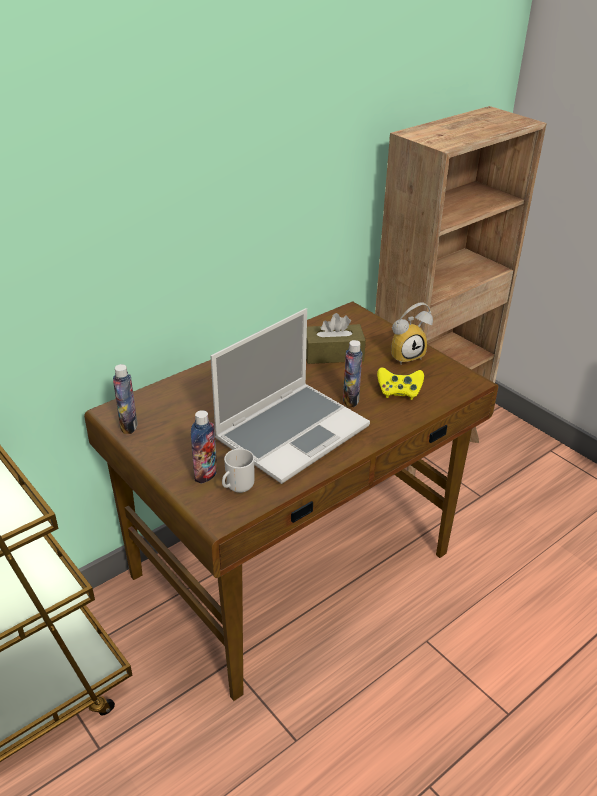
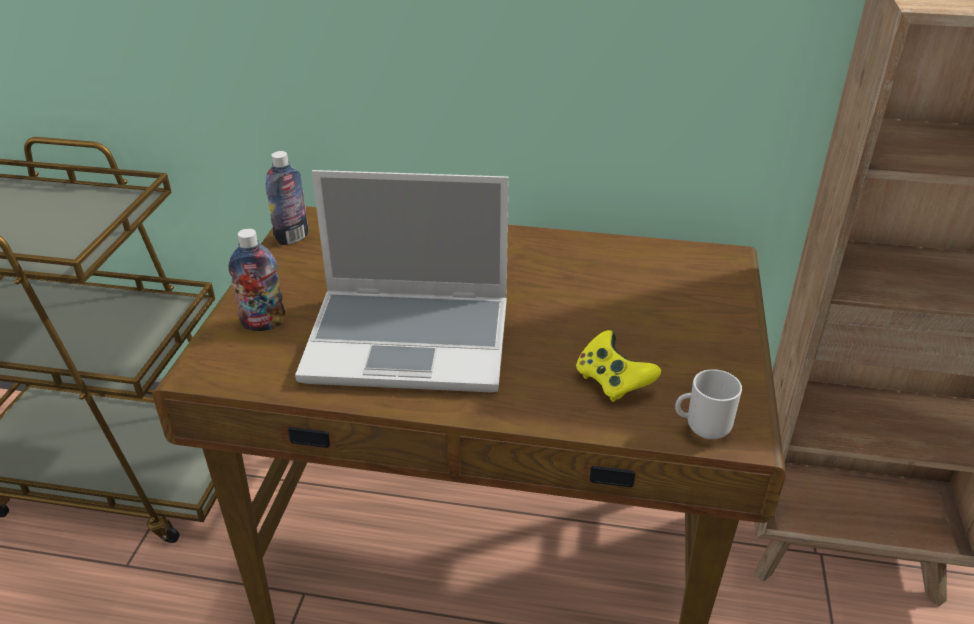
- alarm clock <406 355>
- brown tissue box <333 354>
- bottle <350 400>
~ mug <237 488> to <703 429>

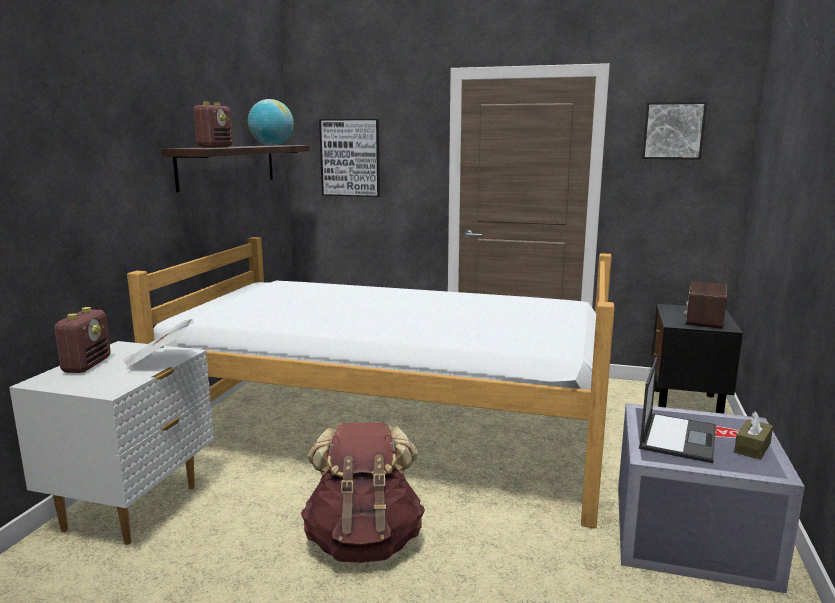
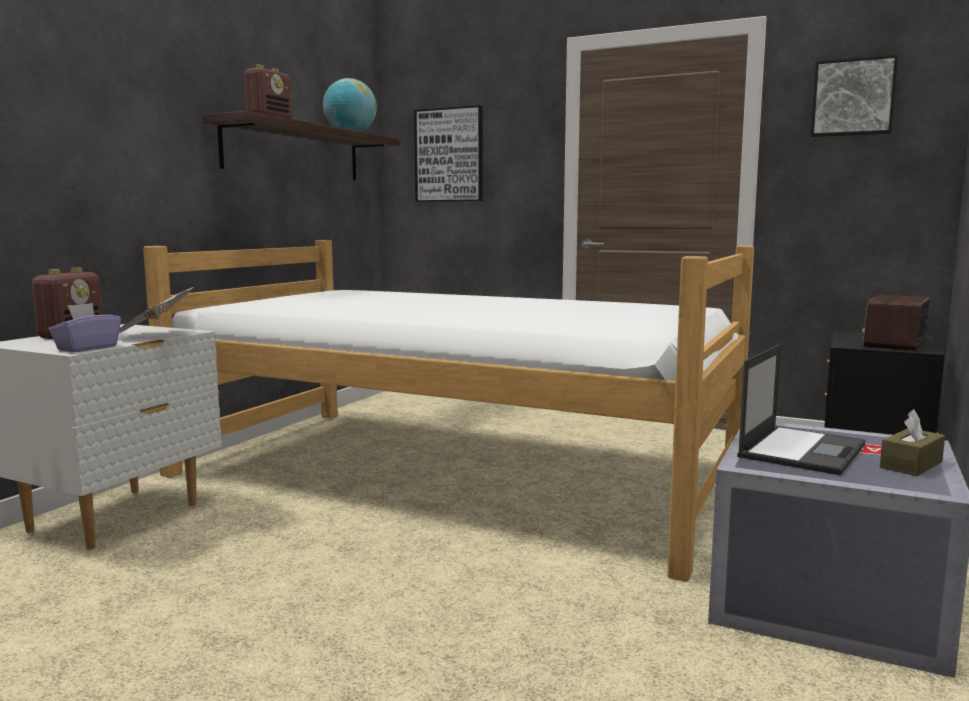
- brown backpack <364 542>
+ purple tissue box <87 348>

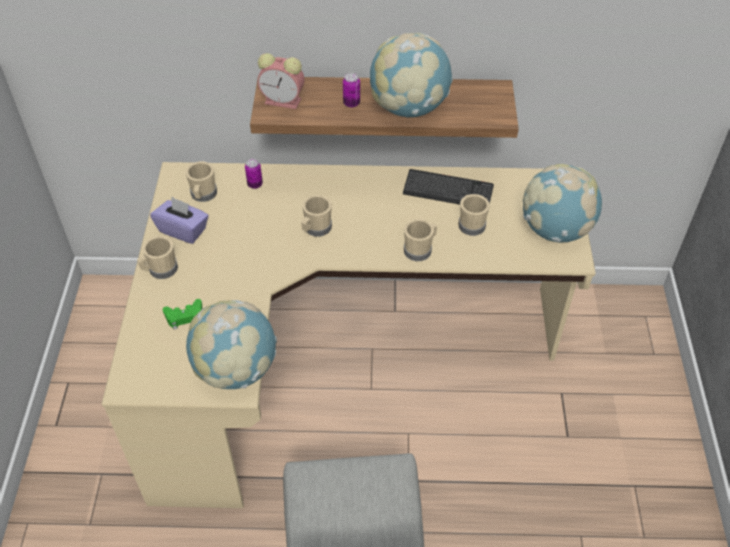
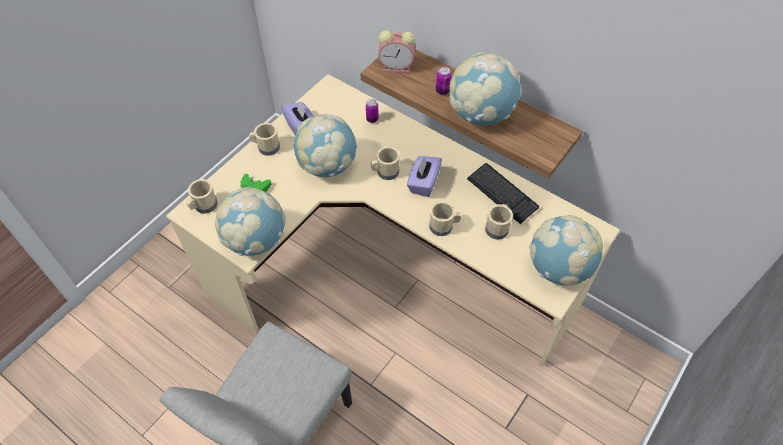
~ alarm clock <284 101> = <397 67> 45 degrees counterclockwise
~ beige mug <203 195> to <204 206>
+ globe <327 166>
+ purple tissue box <423 183>

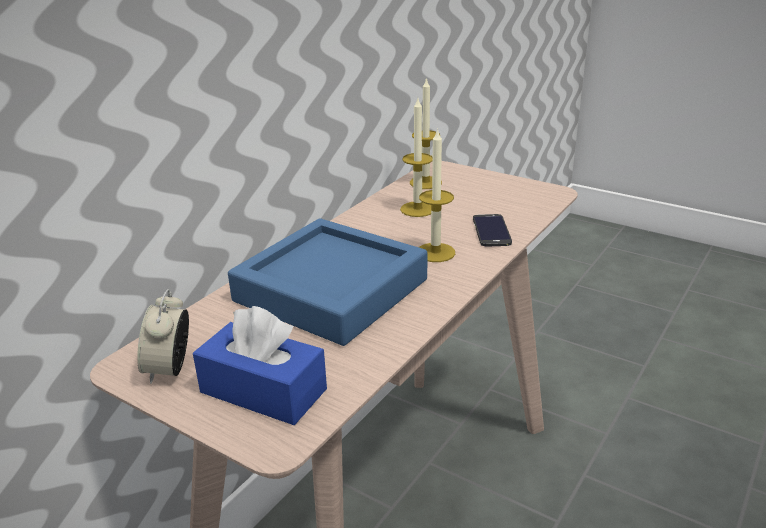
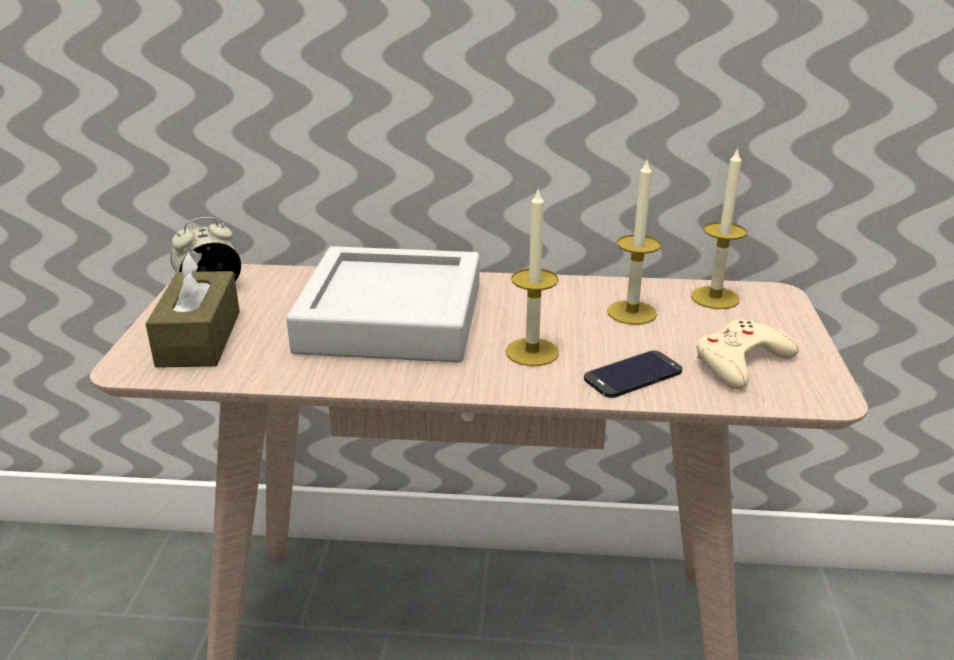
~ blue tray <331 290> to grey tray <391 318>
~ blue tissue box <263 391> to brown tissue box <199 338>
+ beige game controller <740 362>

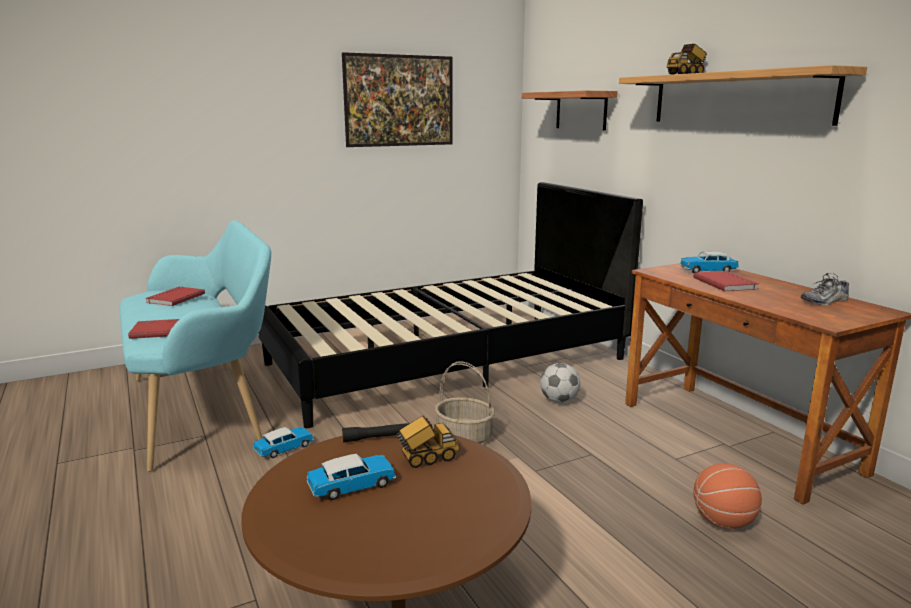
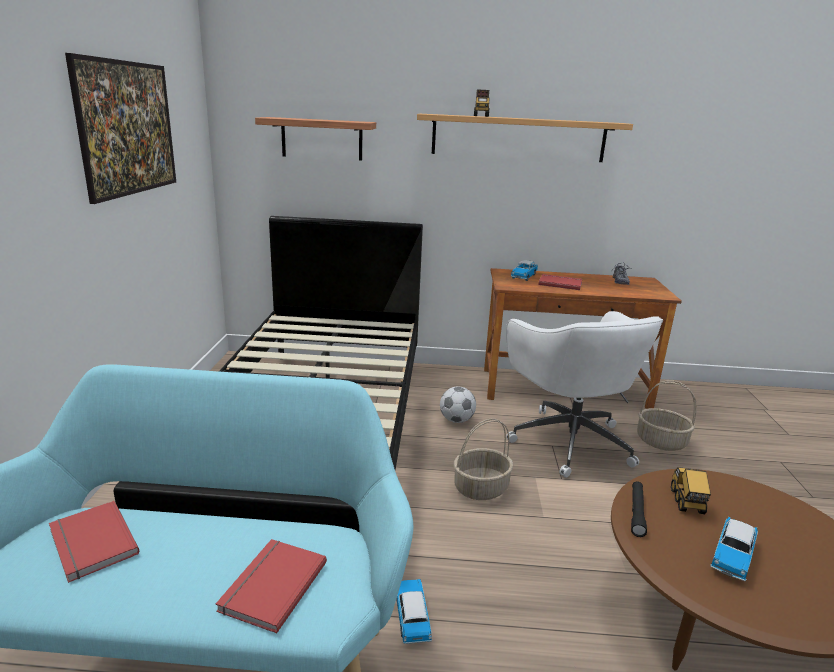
~ toy car <352 486> = <732 557> 150 degrees counterclockwise
~ basketball <723 522> to basket <661 441>
+ white office chair <568 440>

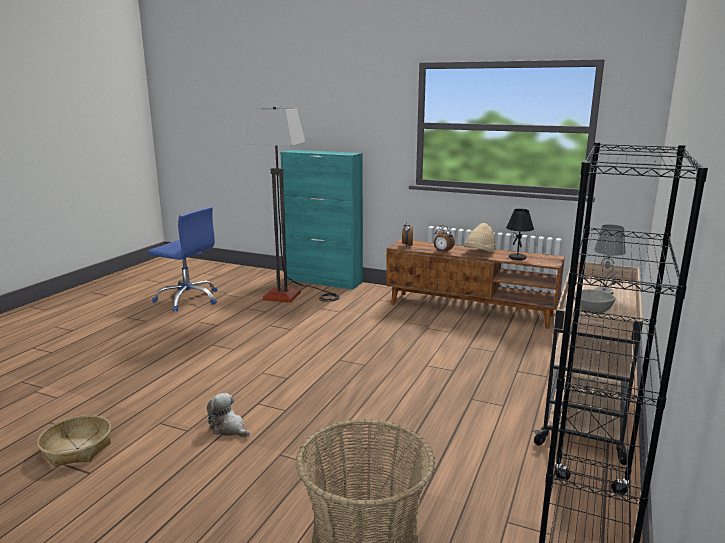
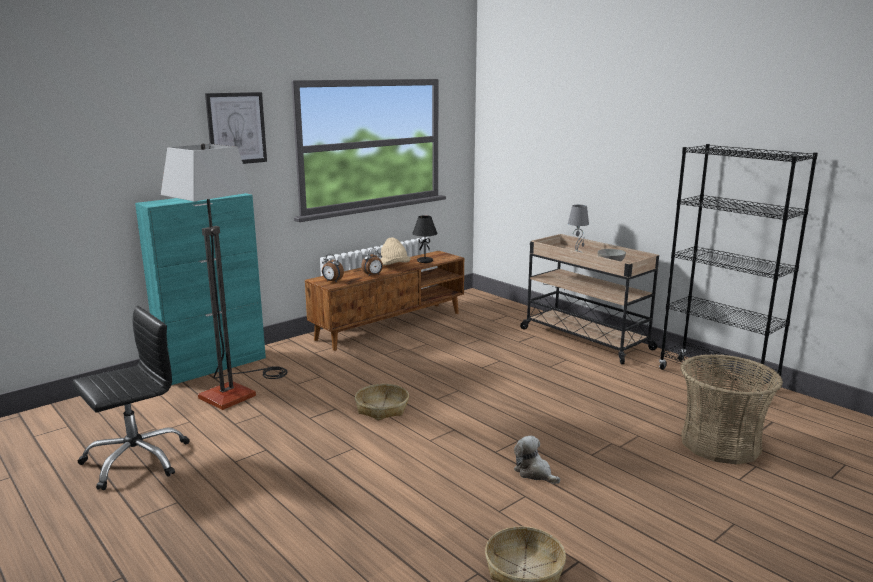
~ blue office chair <188 299> to black office chair <136 460>
~ plush toy <229 428> = <534 473> 75 degrees clockwise
+ picture <236 128>
+ basket <382 408>

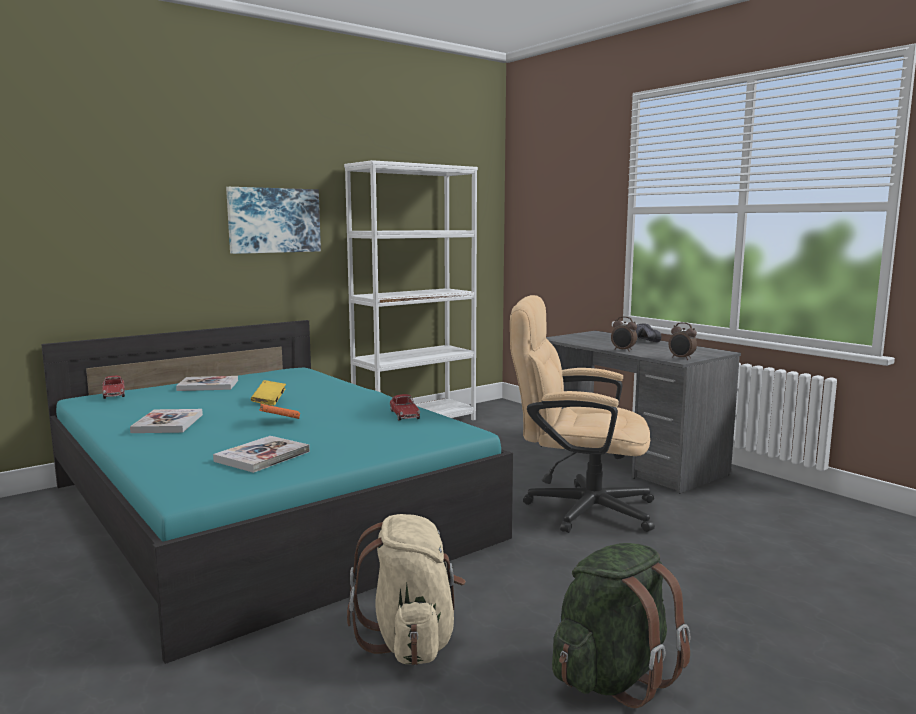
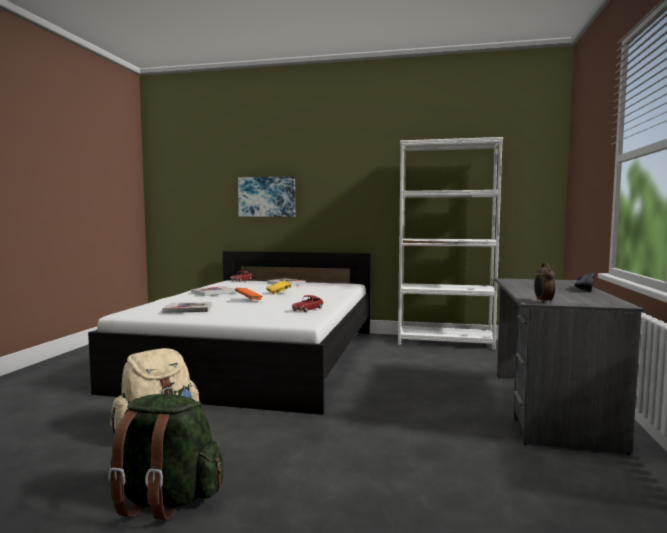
~ picture <274 220> to <267 197>
- beige office chair <577 508>
- alarm clock <623 350>
~ turquoise bed <263 510> to white bed <259 357>

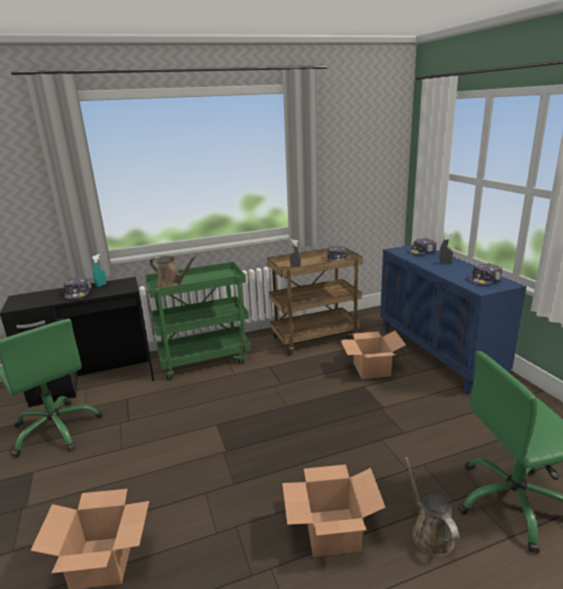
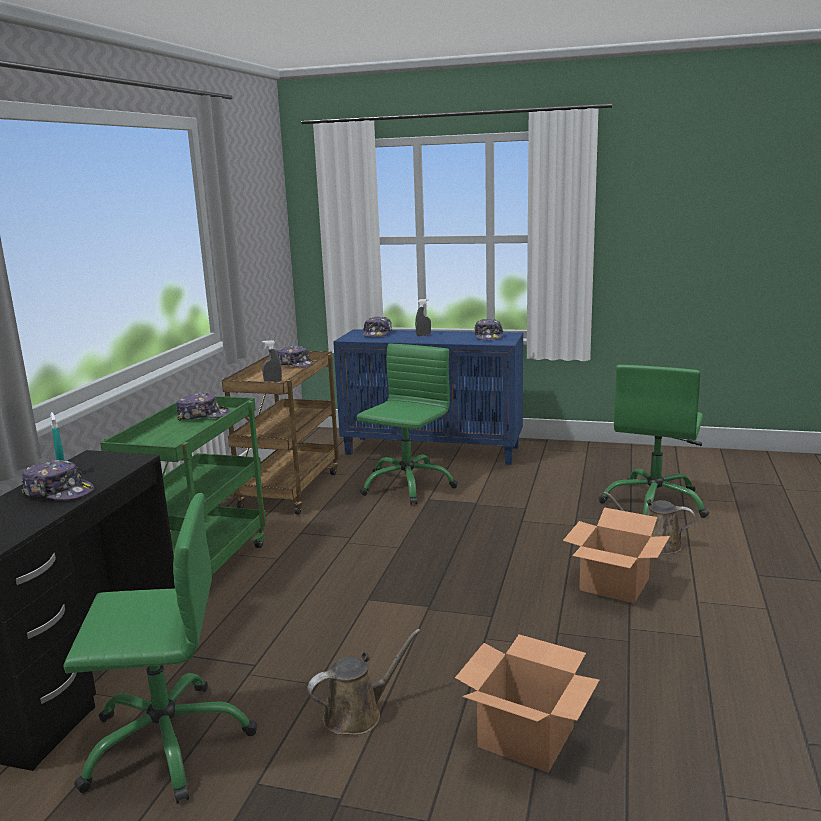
~ brown watering can <172 284> to <358 714>
~ cardboard box <372 369> to green office chair <407 485>
+ cap <203 415>

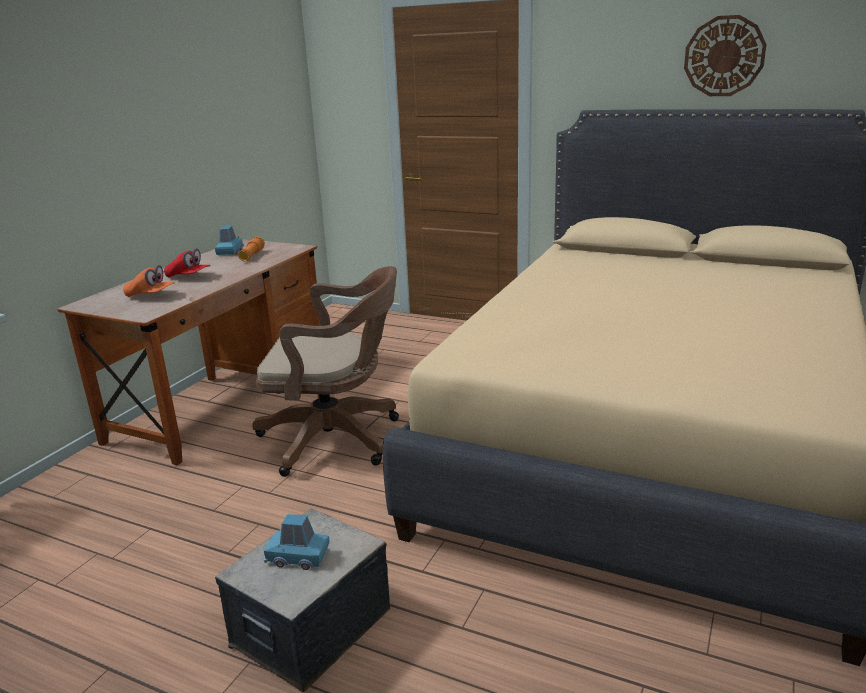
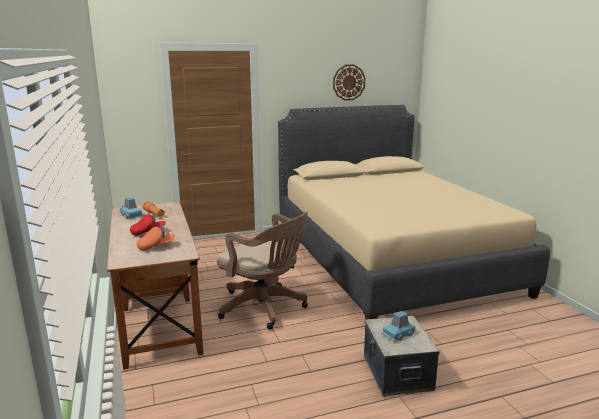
~ brown office chair <337 439> = <265 308> 75 degrees clockwise

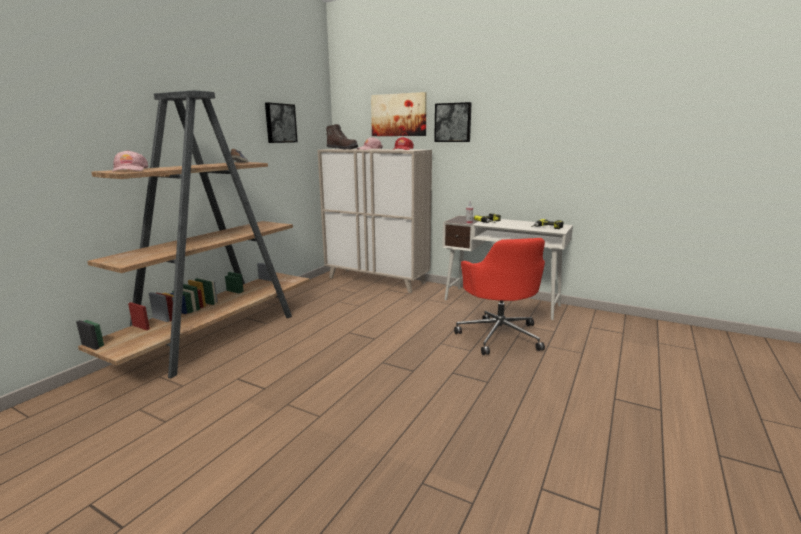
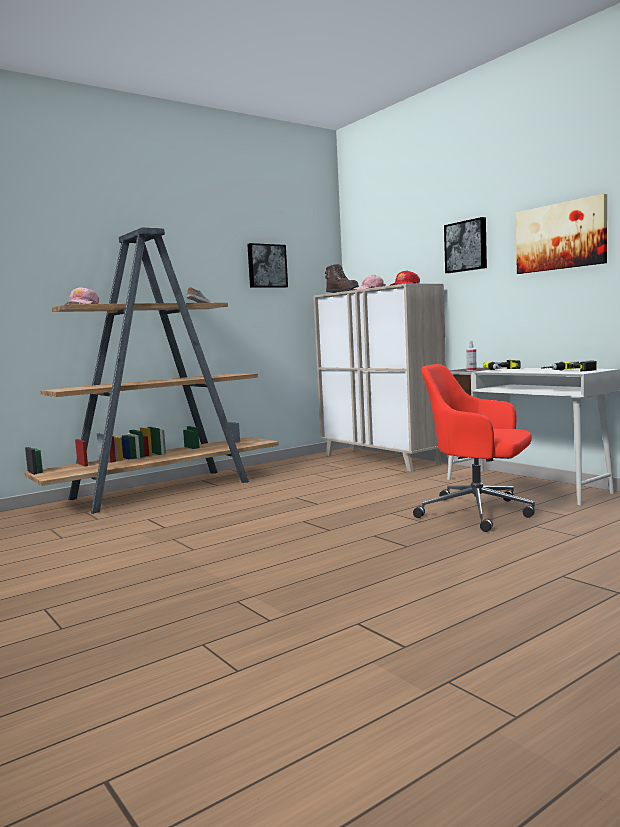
~ picture <399 115> to <560 236>
~ red office chair <499 335> = <478 512> 105 degrees clockwise

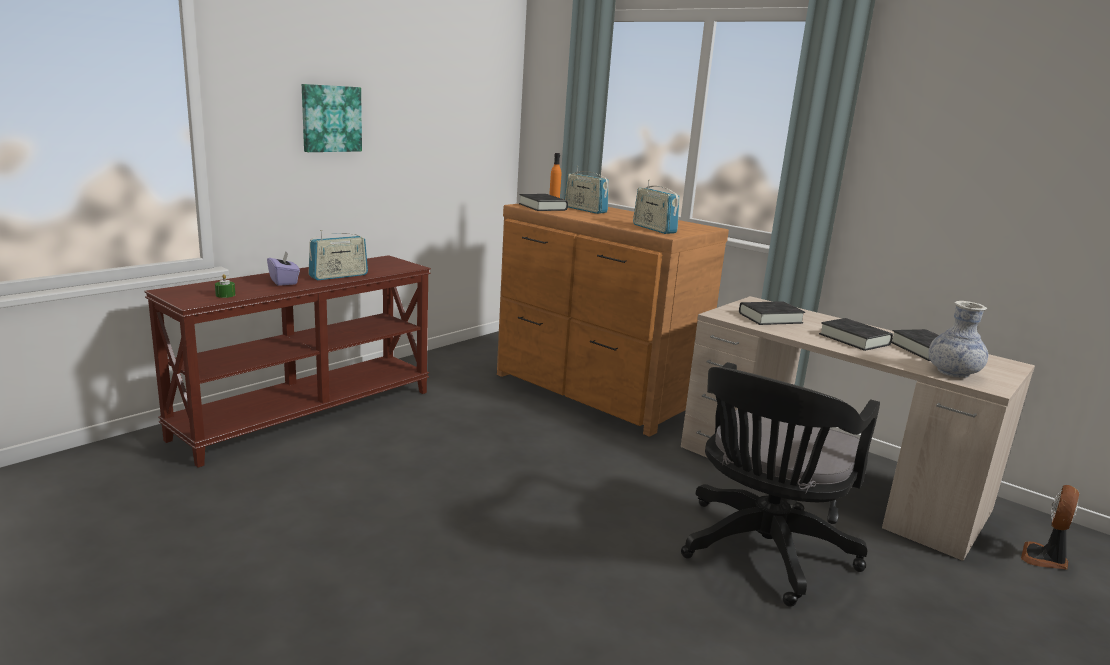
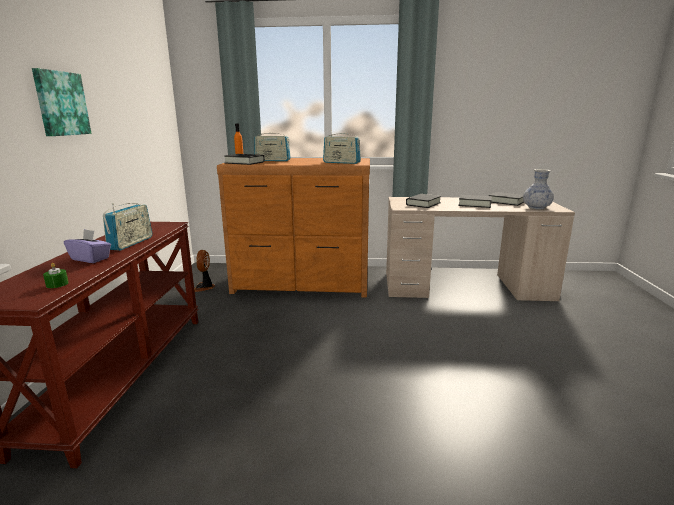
- black office chair <762 552>
~ fan <1044 558> to <204 287>

